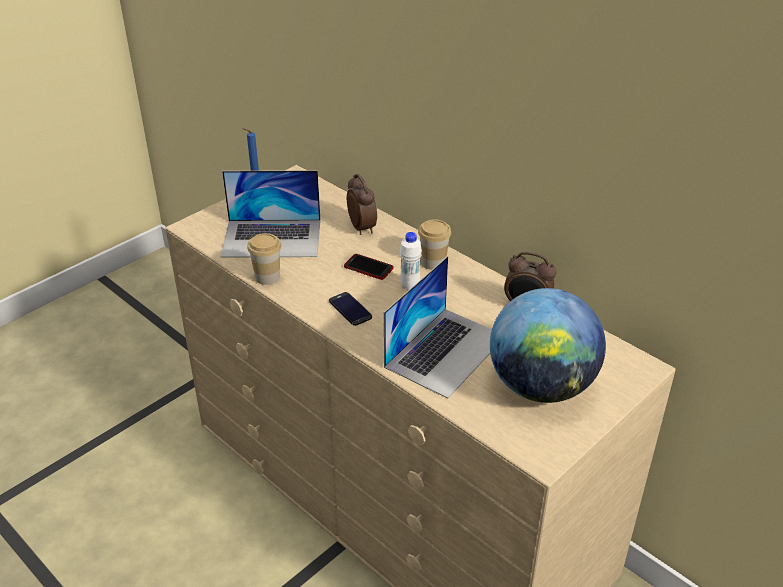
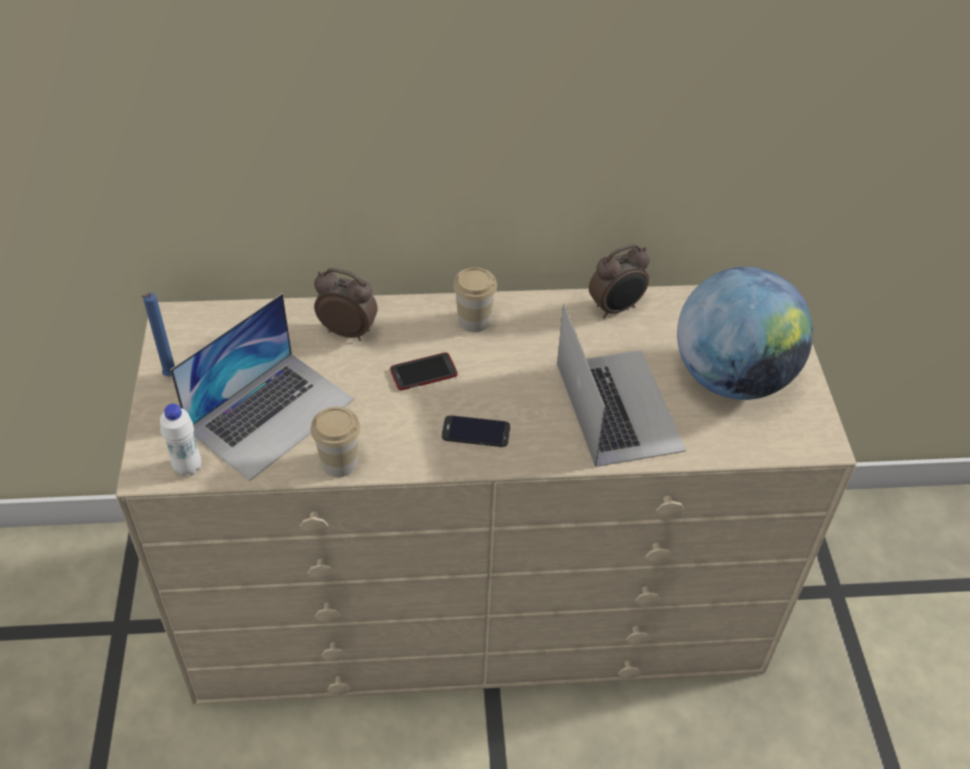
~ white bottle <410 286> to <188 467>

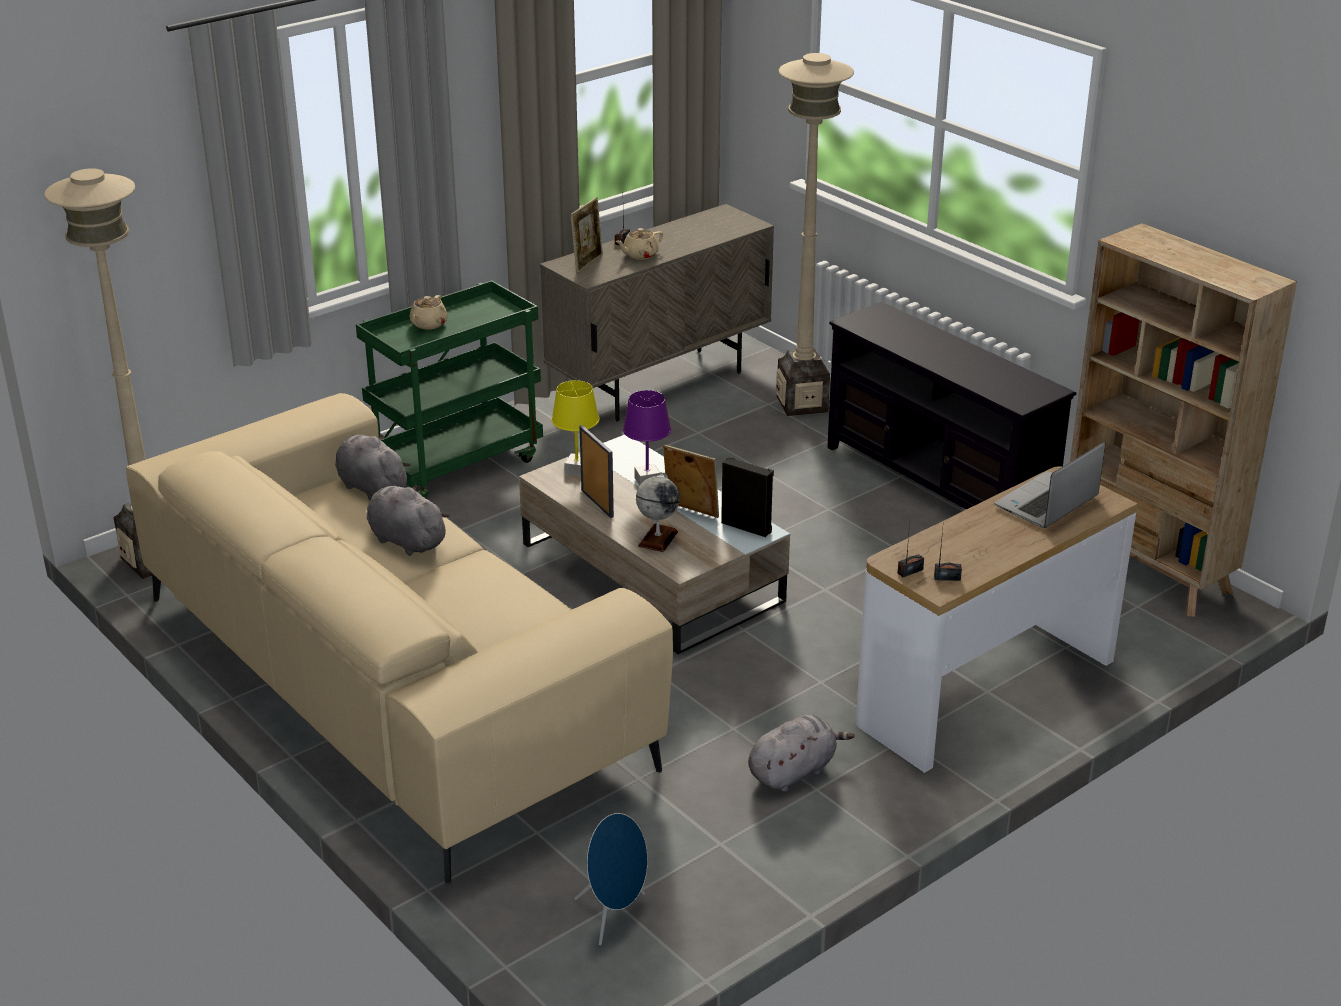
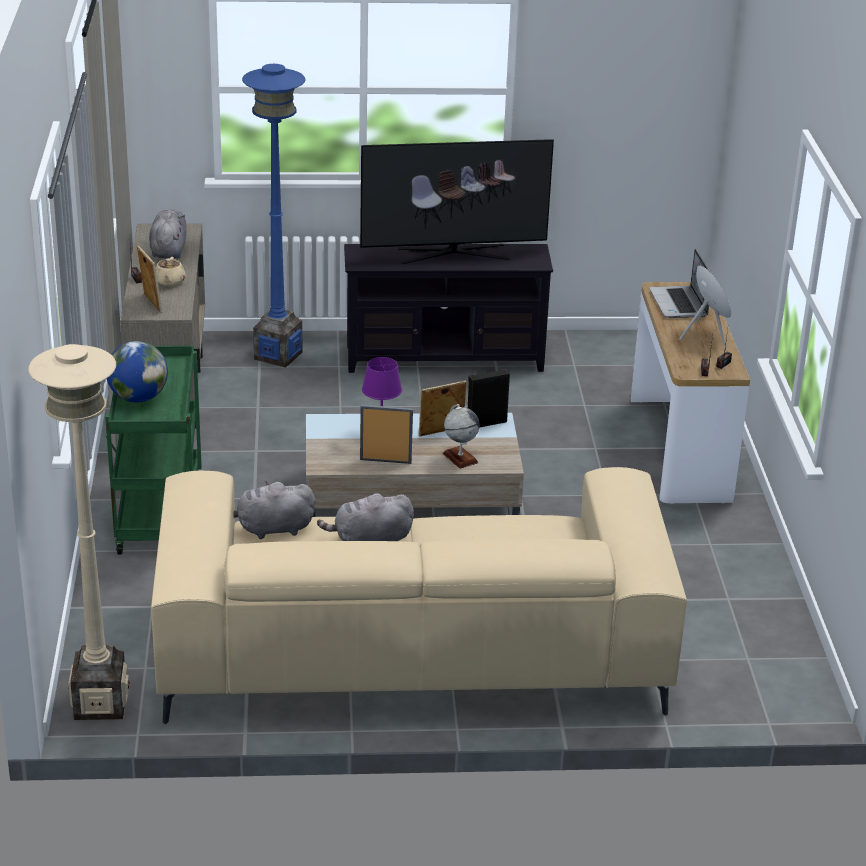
~ beige floor lamp <801 403> to blue floor lamp <278 355>
- beige bookcase <1146 570>
~ beige teapot <428 324> to globe <138 398>
- yellow table lamp <576 470>
~ grey plush toy <794 771> to <168 250>
~ blue speaker <614 915> to <705 335>
+ television <452 254>

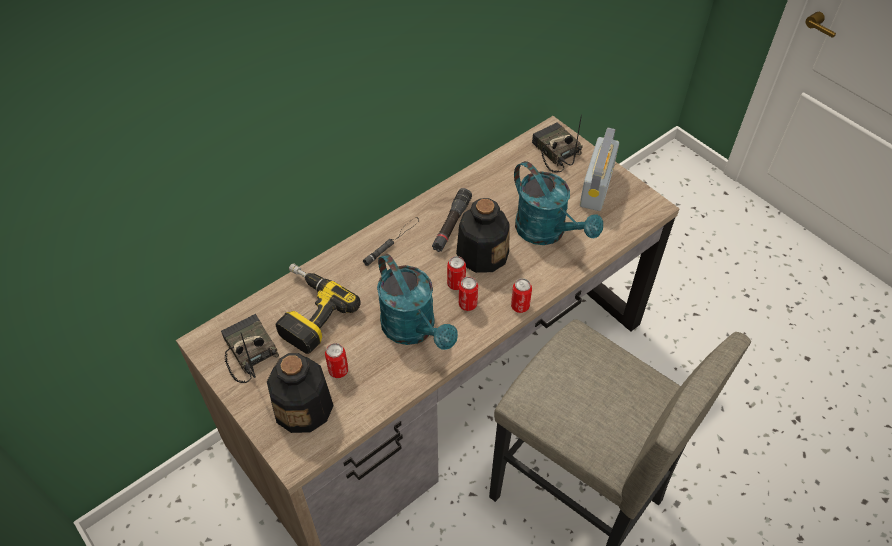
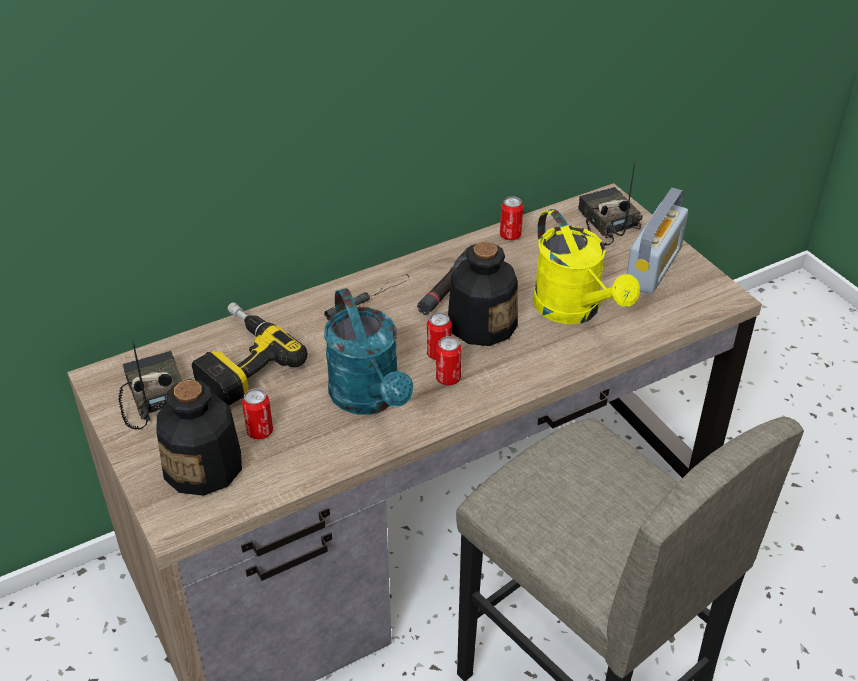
~ turquoise watering can <547 232> to yellow watering can <574 310>
~ can <520 306> to <510 235>

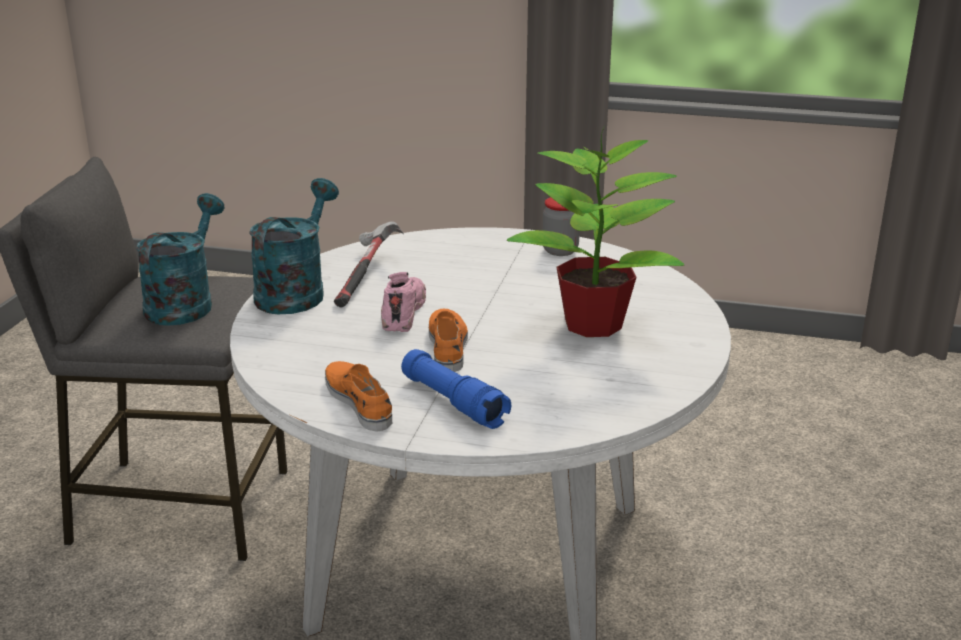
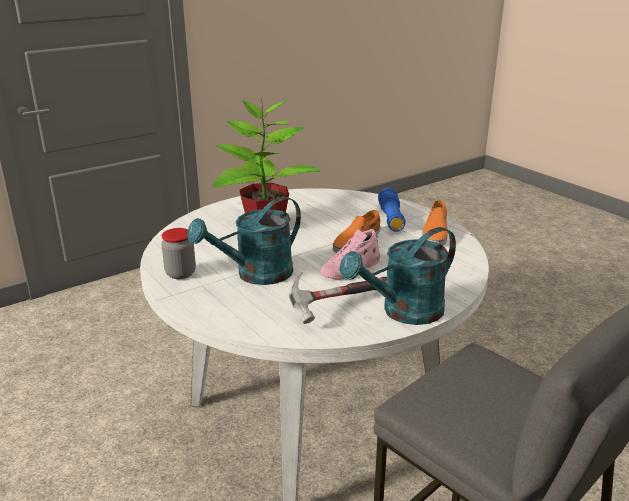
~ turquoise watering can <184 303> to <255 275>

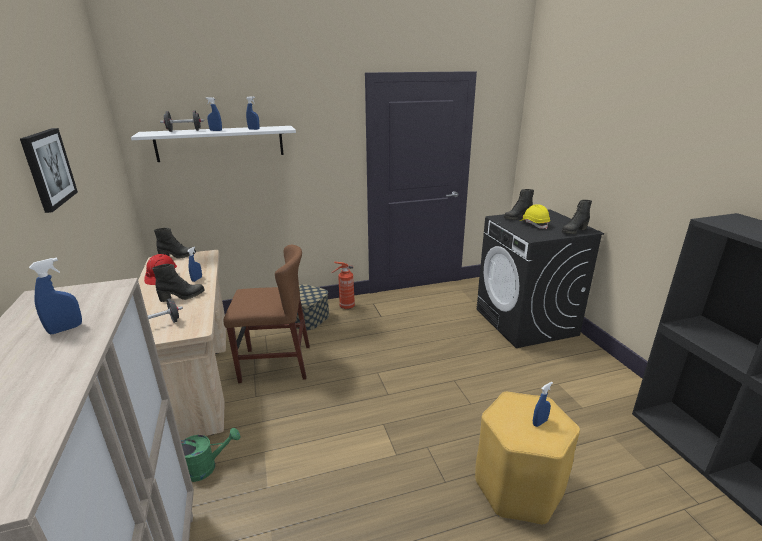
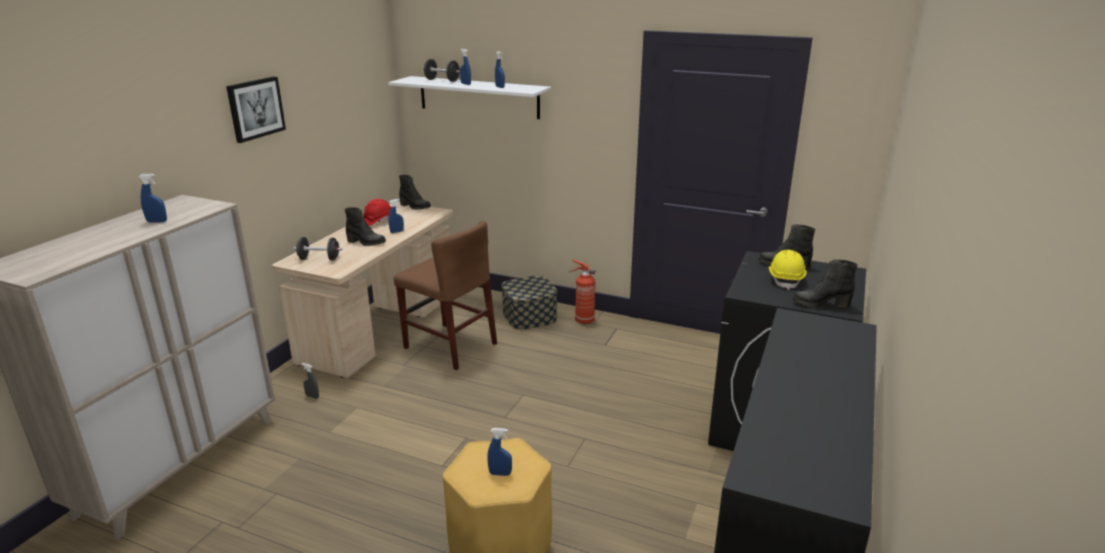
~ green watering can <206 467> to grey spray bottle <312 396>

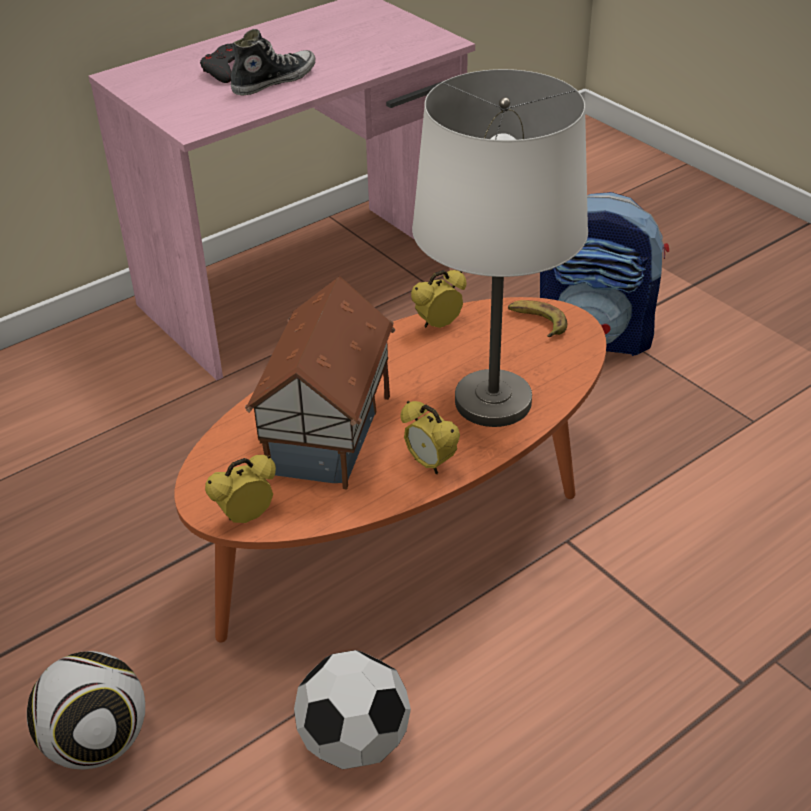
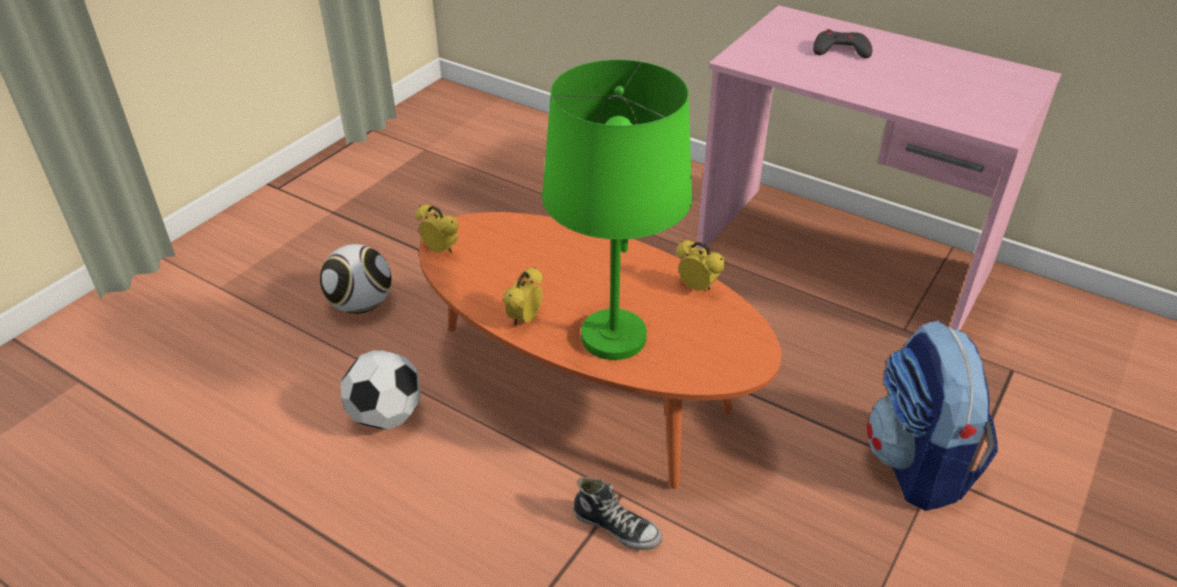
~ shoe <273 81> to <617 527>
~ white table lamp <492 402> to green table lamp <612 337>
- toy house <332 436>
- banana <536 322>

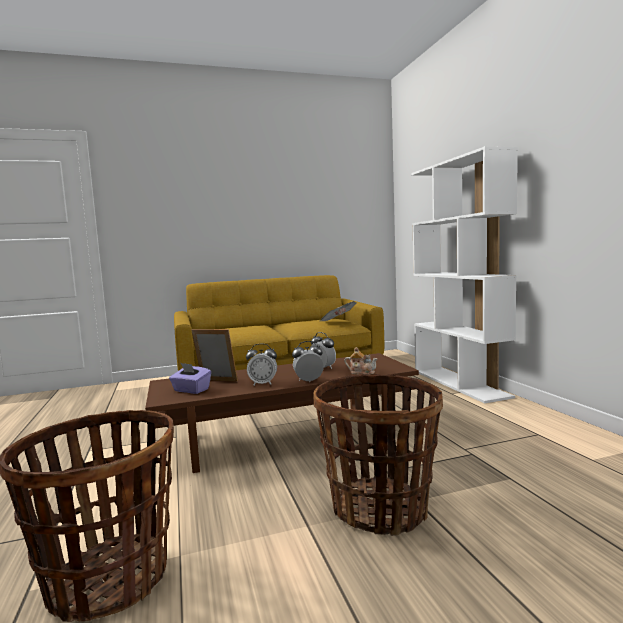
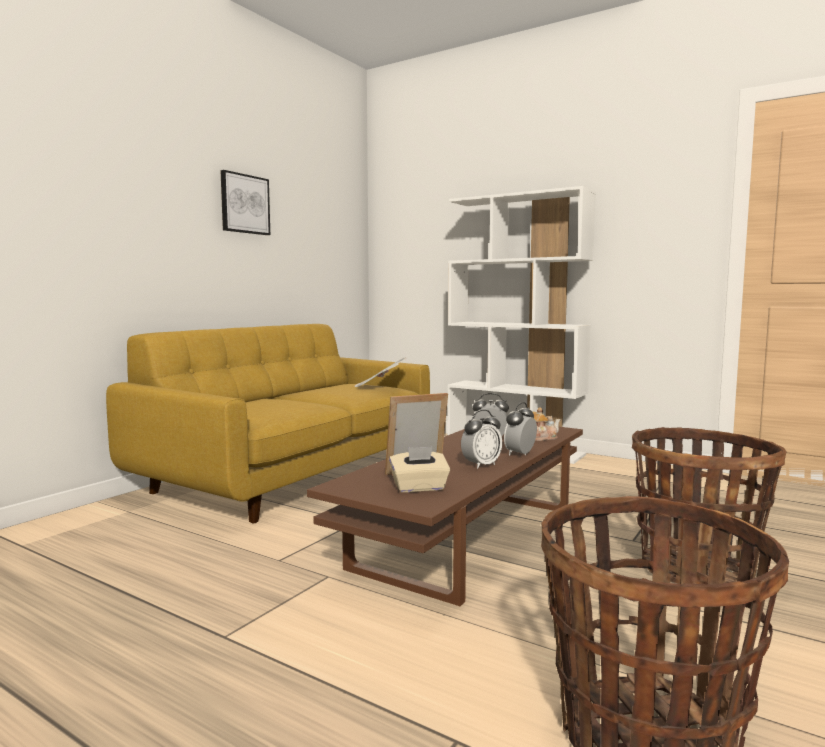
~ purple tissue box <191 390> to beige tissue box <419 488>
+ picture <244 204>

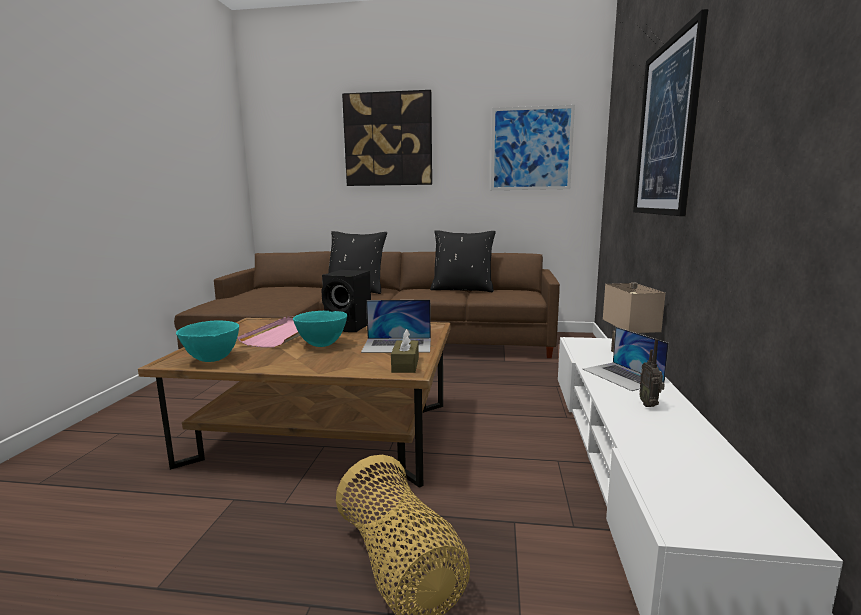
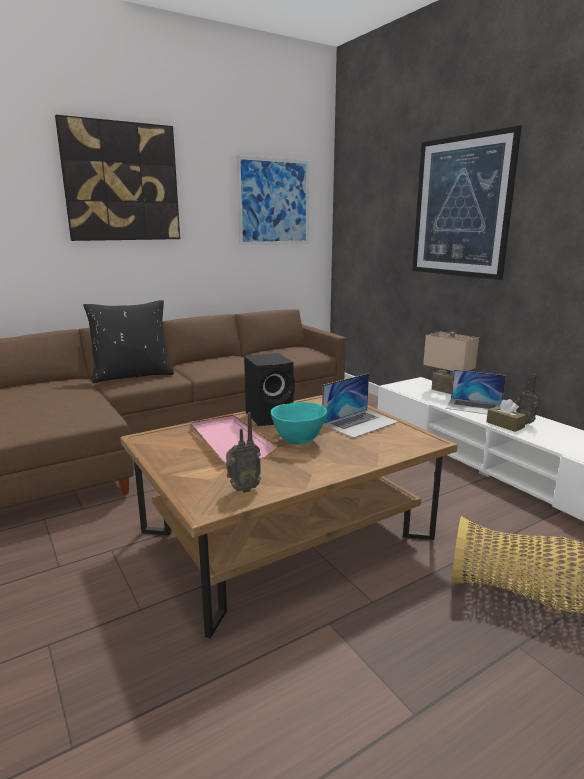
- black pillow <462 289>
~ turquoise bowl <213 359> to radio <242 489>
~ brown tissue box <405 365> to <505 425>

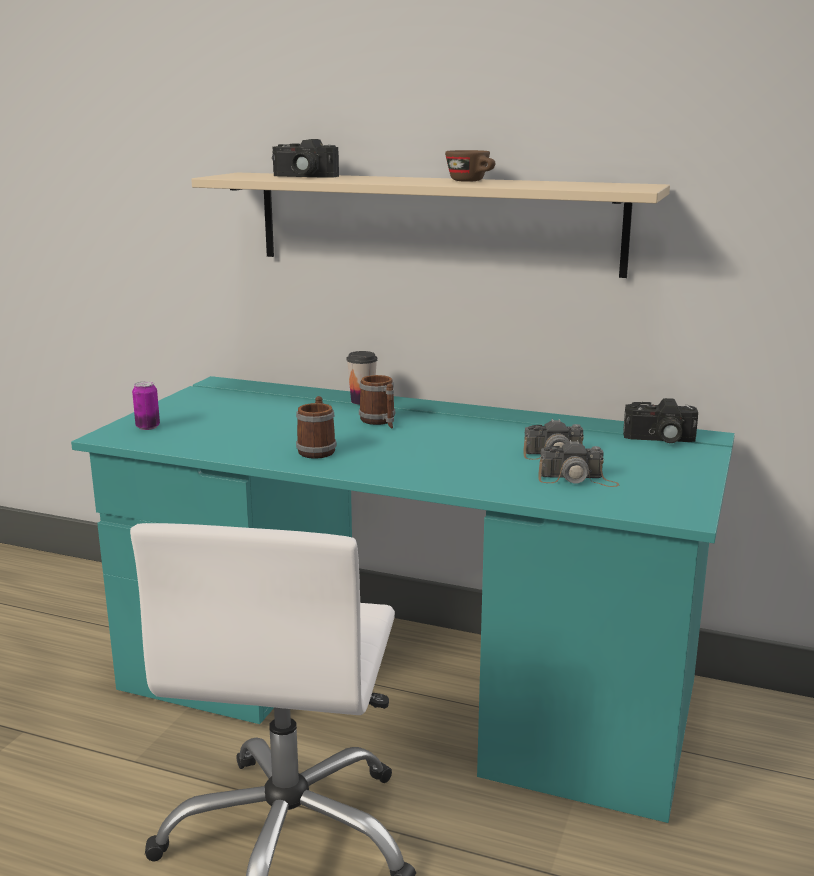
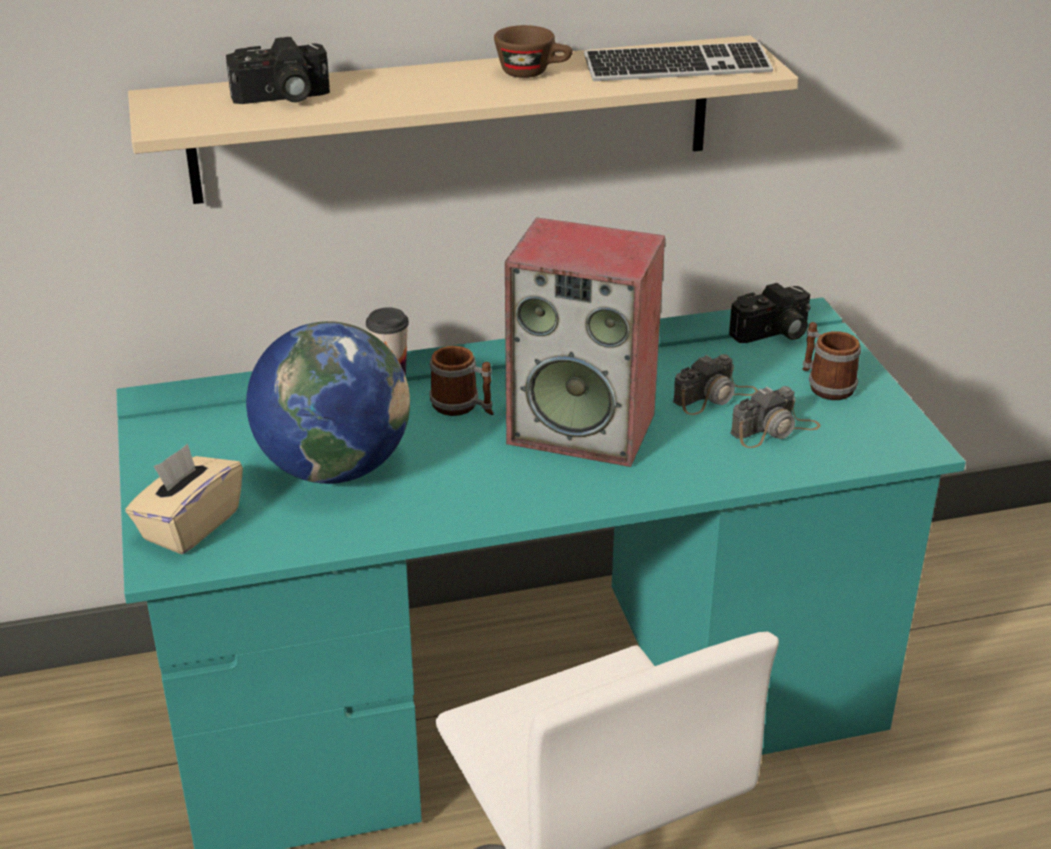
~ can <148 427> to beige tissue box <190 525>
~ mug <317 450> to <825 385>
+ keyboard <677 67>
+ speaker <584 428>
+ globe <334 468>

